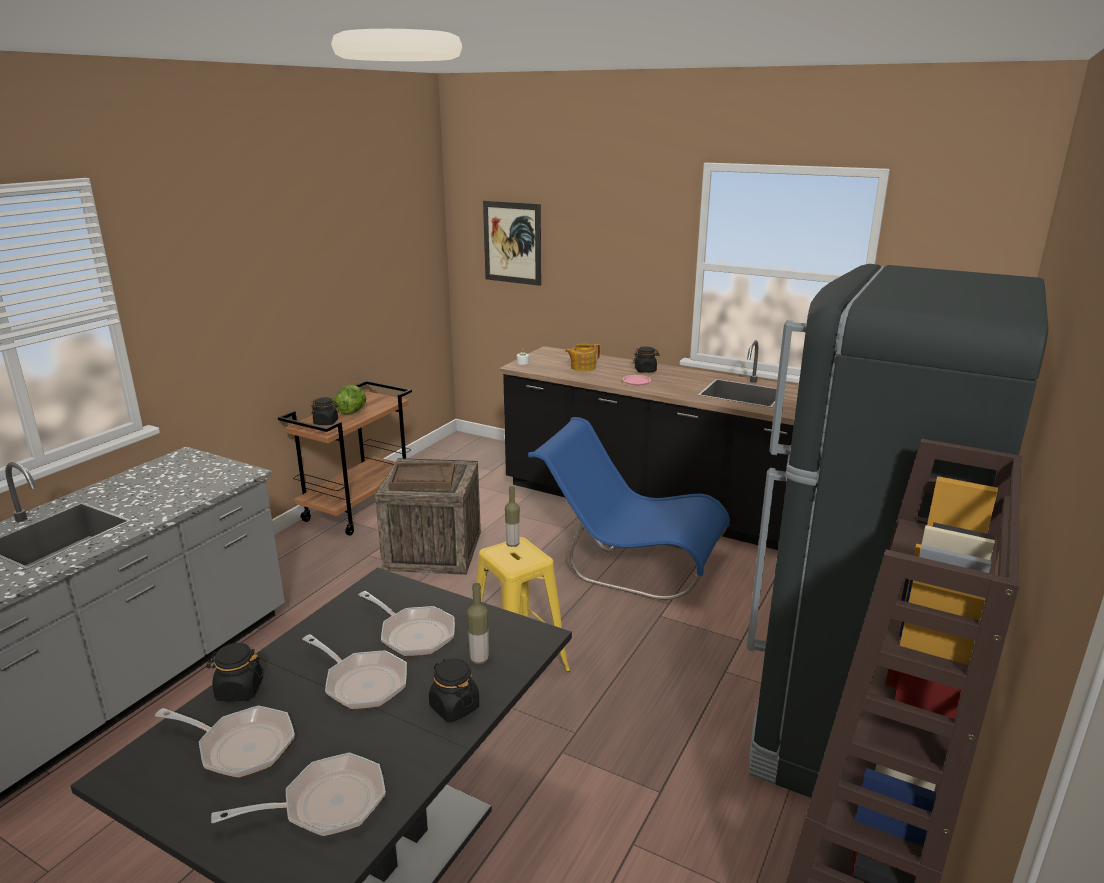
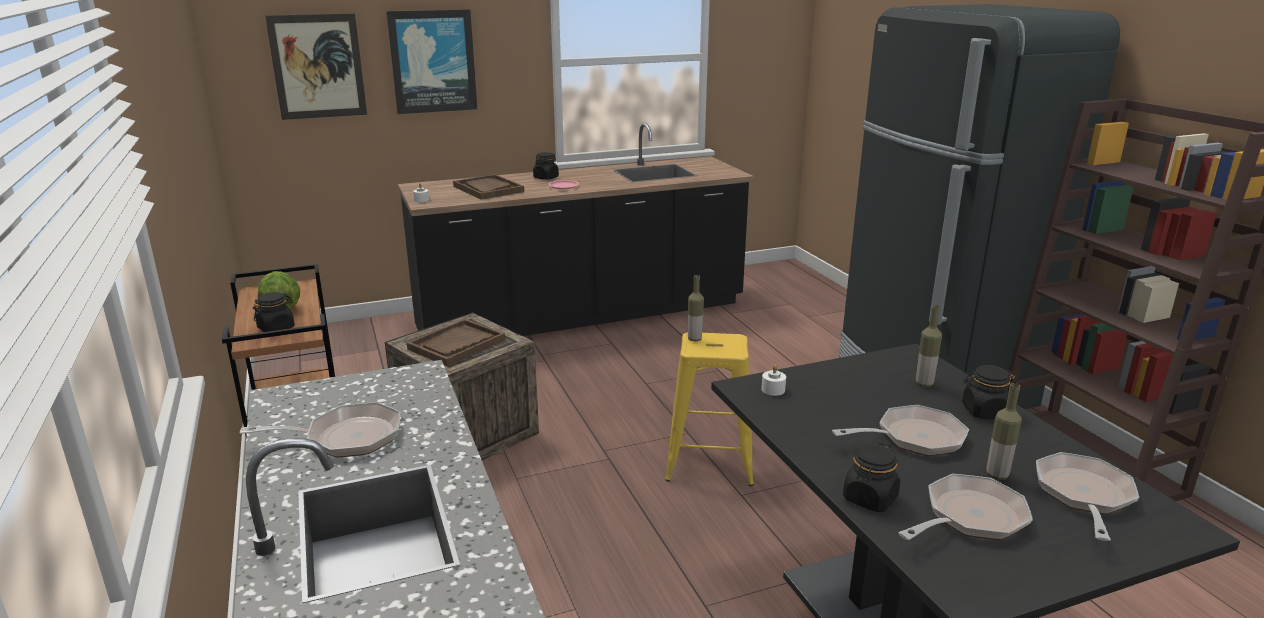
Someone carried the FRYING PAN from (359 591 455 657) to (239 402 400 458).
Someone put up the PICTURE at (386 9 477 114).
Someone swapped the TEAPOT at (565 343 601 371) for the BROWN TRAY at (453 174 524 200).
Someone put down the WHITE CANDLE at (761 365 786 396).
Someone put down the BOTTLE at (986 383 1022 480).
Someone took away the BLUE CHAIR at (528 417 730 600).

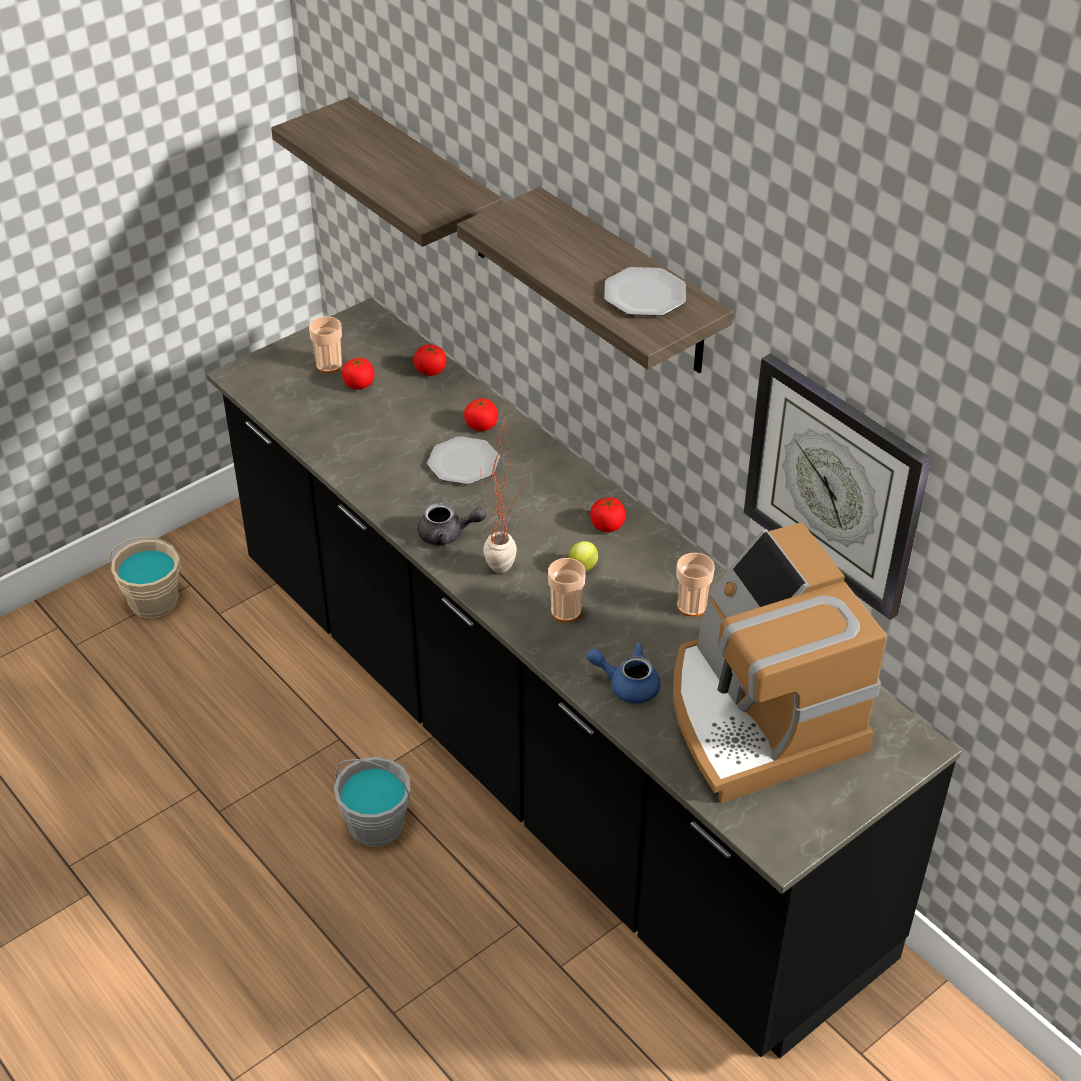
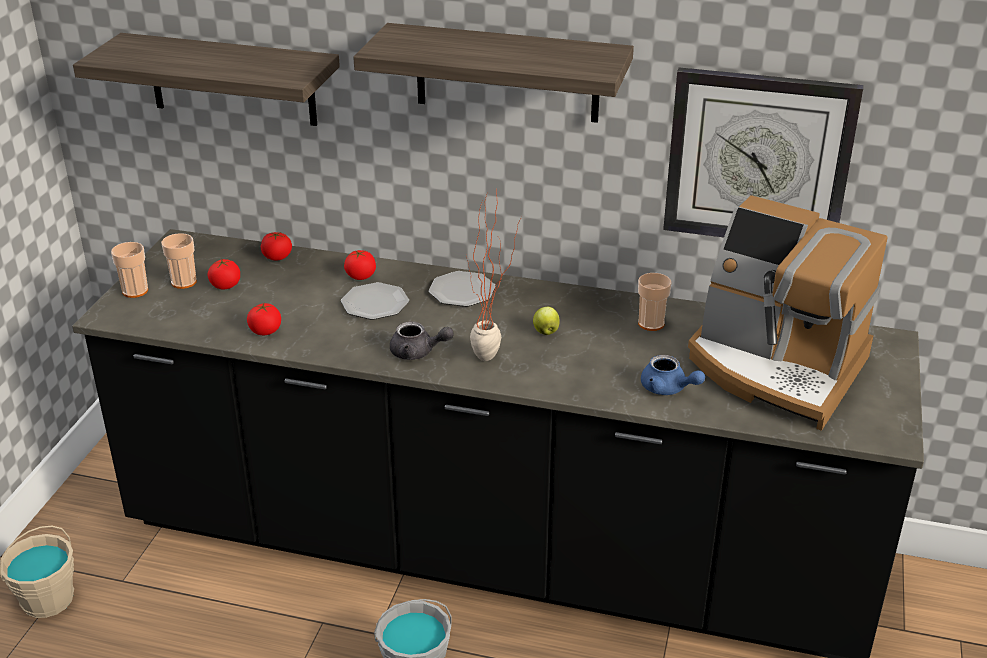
Someone carried the CUP from (548 558 586 622) to (111 242 148 298).
Someone carried the TOMATO from (590 497 626 532) to (247 303 281 335).
Someone rotated the GREY TEAPOT at (417 503 486 546) by 45 degrees clockwise.
Someone carried the PLATE from (604 267 686 316) to (429 271 495 307).
Someone rotated the BLUE TEAPOT at (587 642 661 704) by 120 degrees counterclockwise.

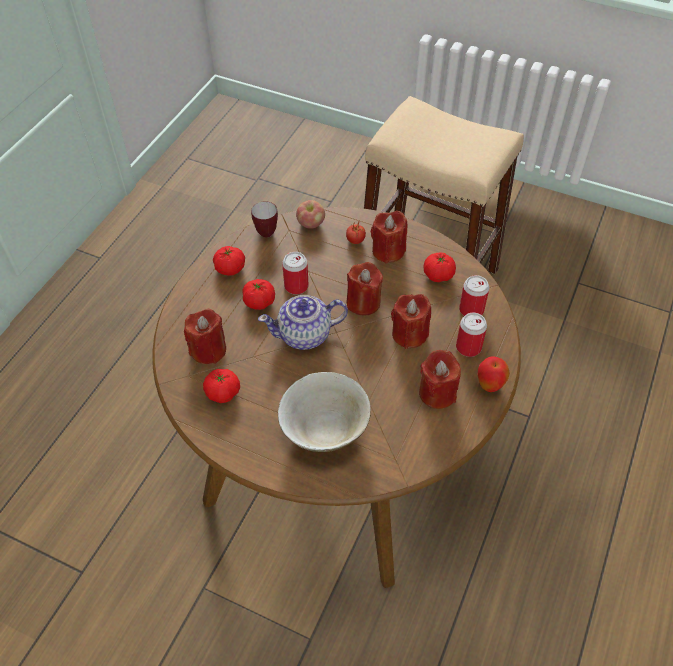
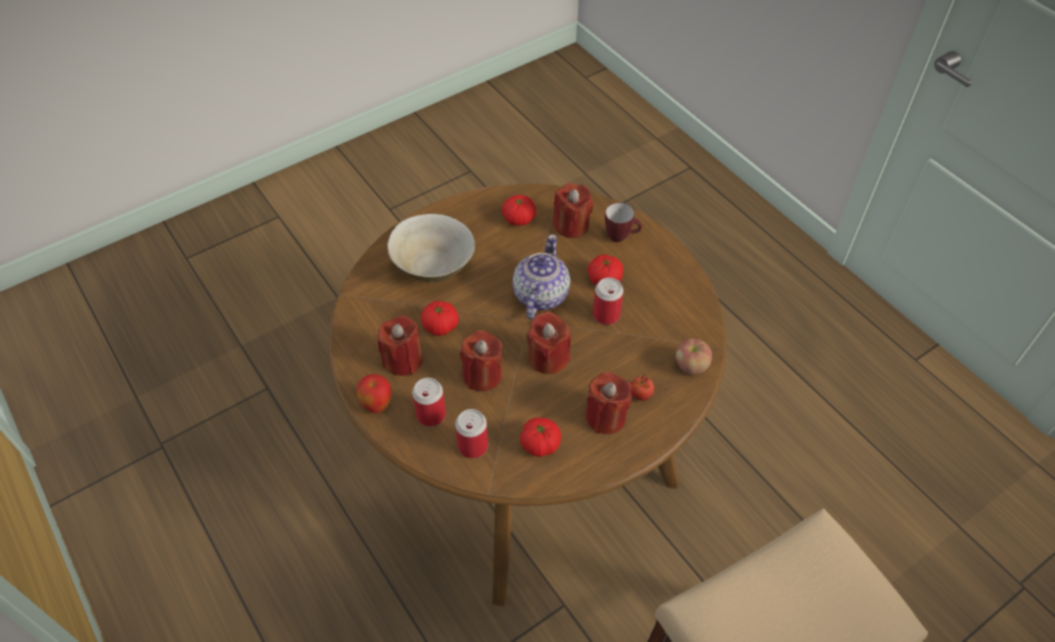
Someone carried the TOMATO from (213 246 245 276) to (421 301 458 336).
Someone carried the MUG from (251 201 278 238) to (605 203 642 242).

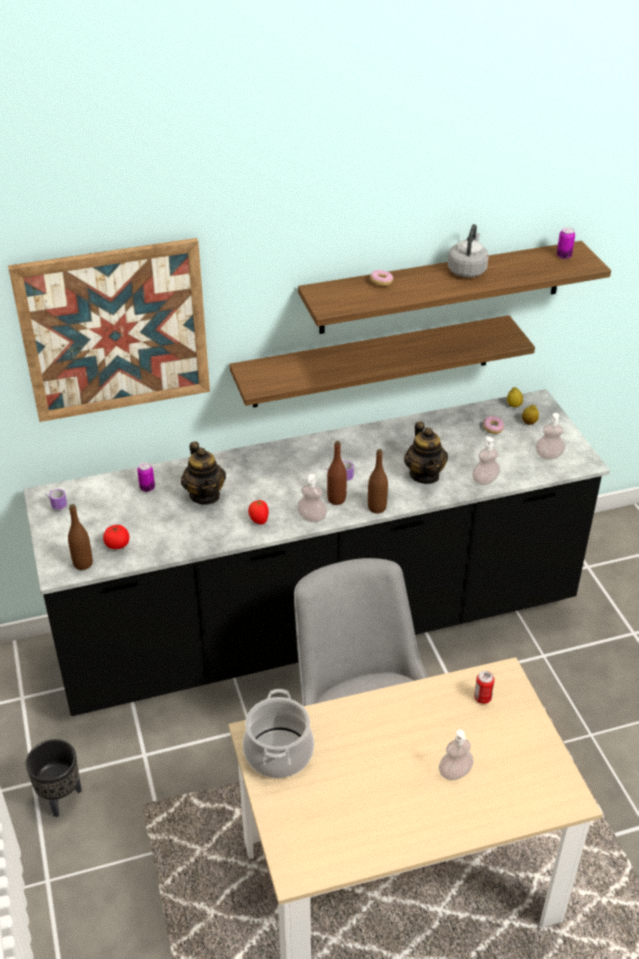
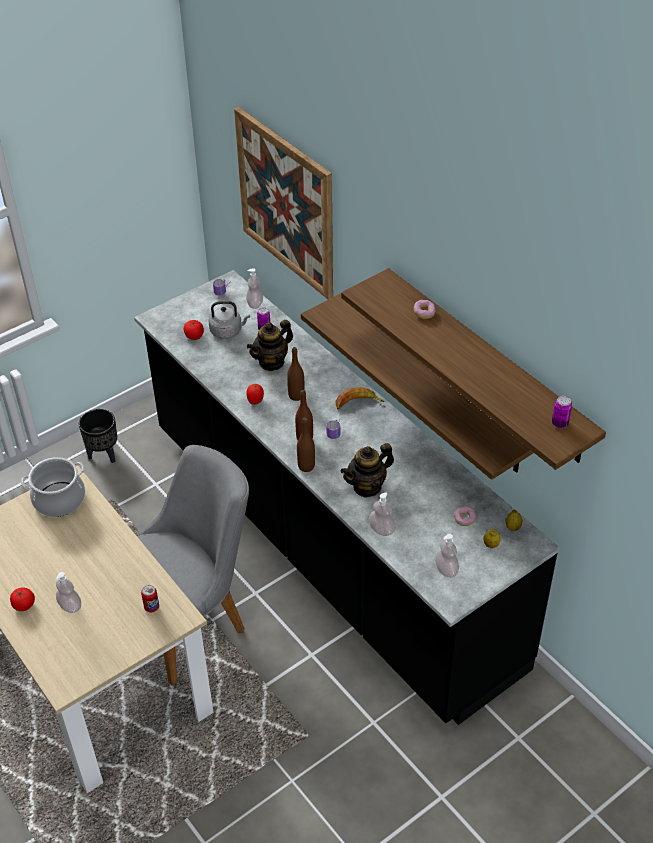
Someone put down the TOMATO at (10 587 35 611).
Someone carried the GREY KETTLE from (448 224 488 278) to (209 301 250 339).
Someone carried the SOAP DISPENSER from (297 474 327 522) to (246 268 263 309).
Someone carried the BROWN BOTTLE from (68 504 93 570) to (287 347 305 401).
Someone put down the BANANA at (335 387 385 409).

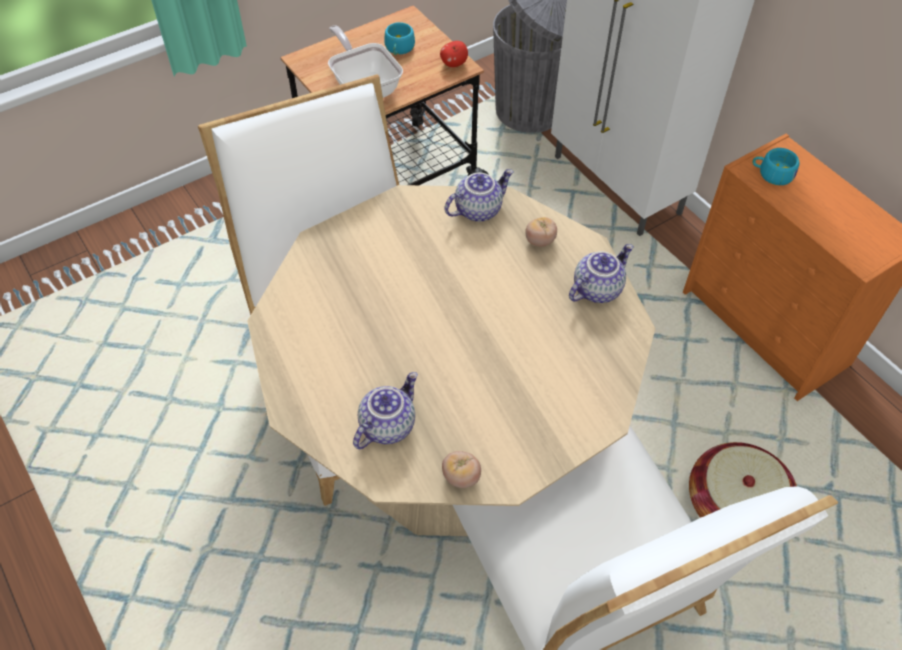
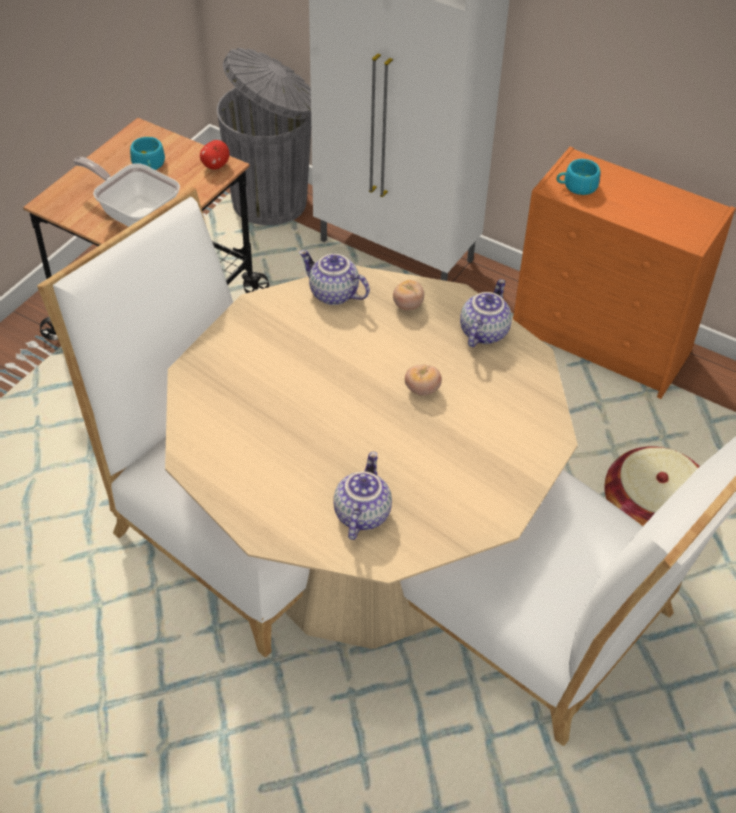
Someone rotated the TEAPOT at (445 169 514 222) by 90 degrees counterclockwise.
Someone carried the TOMATO from (442 451 481 488) to (405 365 442 396).

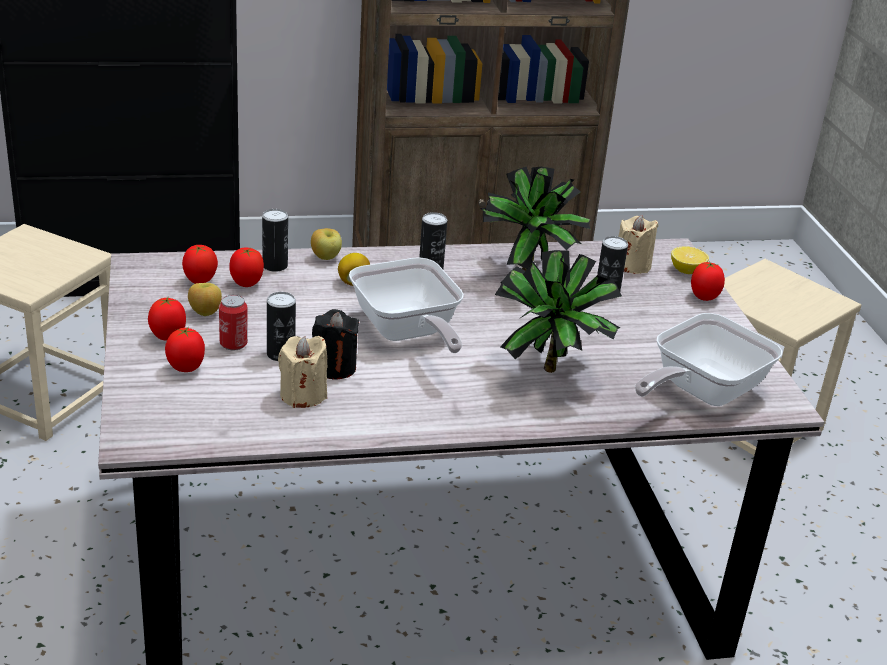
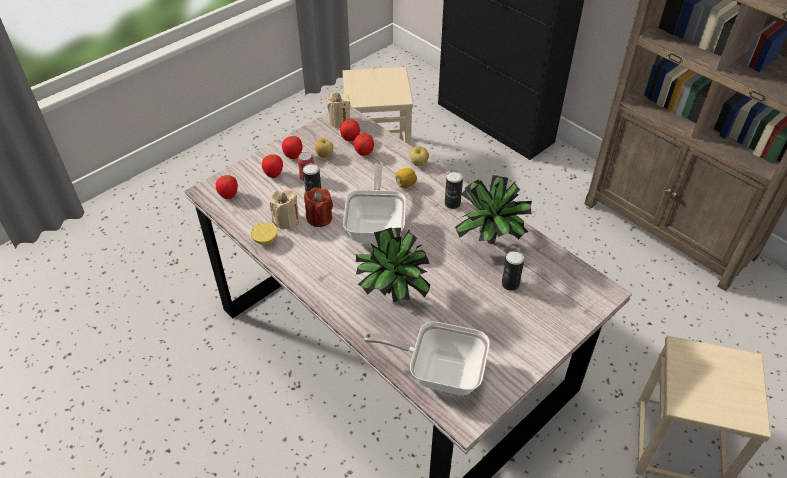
Someone carried the TOMATO from (691 261 725 301) to (216 175 238 199).
Someone carried the LEMON from (671 246 709 274) to (251 223 277 245).
Someone repainted the BLACK CANDLE at (312 309 359 380), which became the RED CANDLE at (304 187 333 227).
Someone carried the BEIGE CANDLE from (618 215 659 274) to (327 92 351 128).
Someone rotated the FRYING PAN at (349 257 464 353) by 150 degrees clockwise.
Someone took away the CAN at (262 209 288 272).

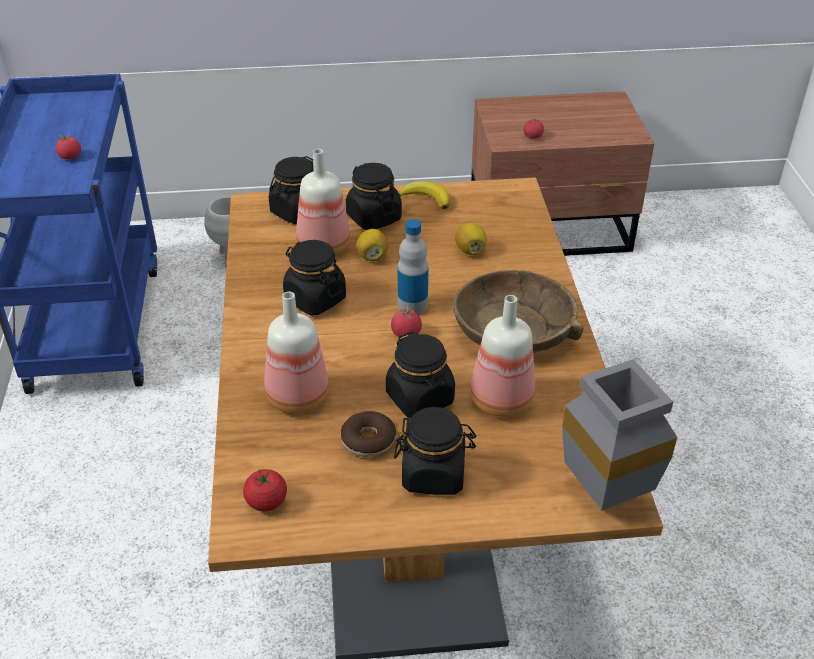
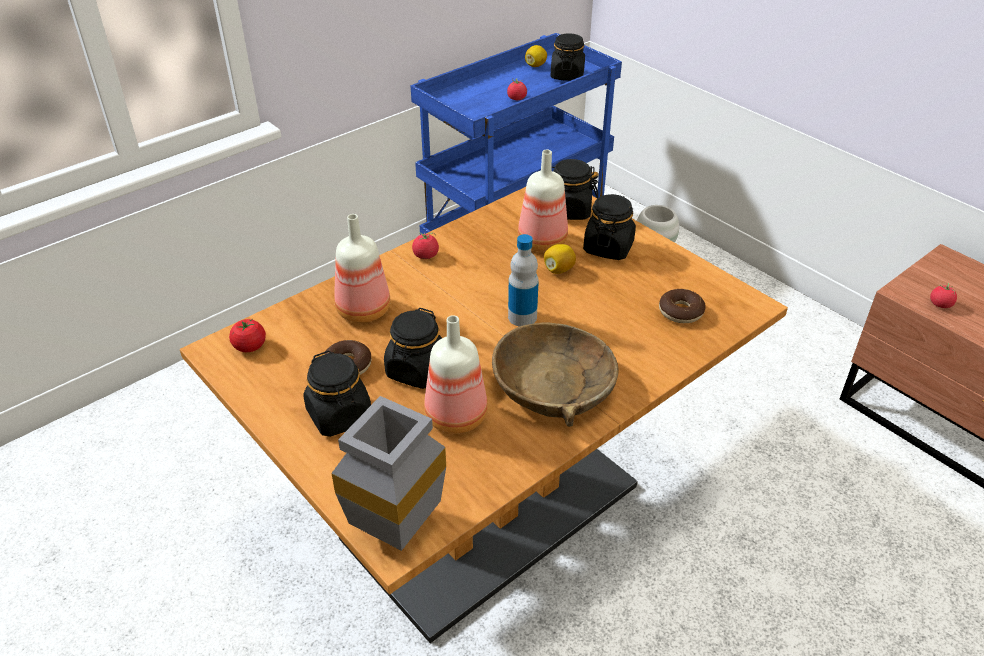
Someone carried the TOMATO from (391 304 422 337) to (412 232 439 259).
Someone carried the LEMON from (455 223 487 255) to (525 45 547 67).
Someone carried the BLACK JAR from (283 240 346 315) to (551 33 585 81).
Someone put down the DONUT at (659 289 706 323).
Someone took away the BANANA at (399 181 450 209).

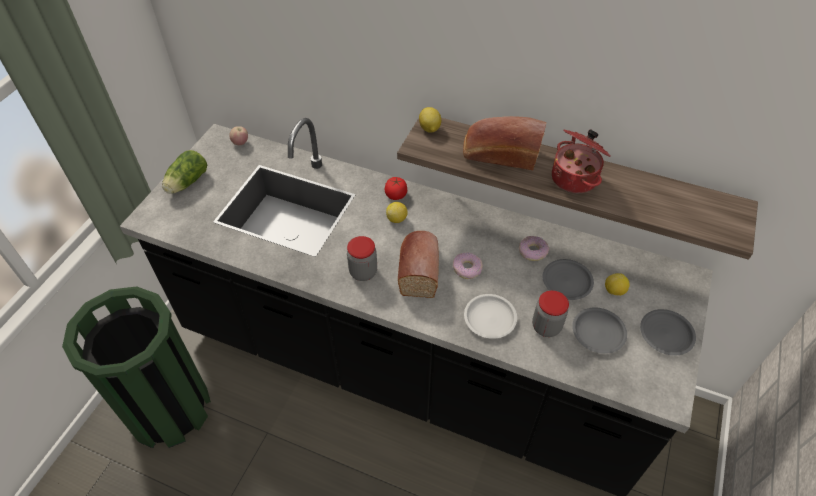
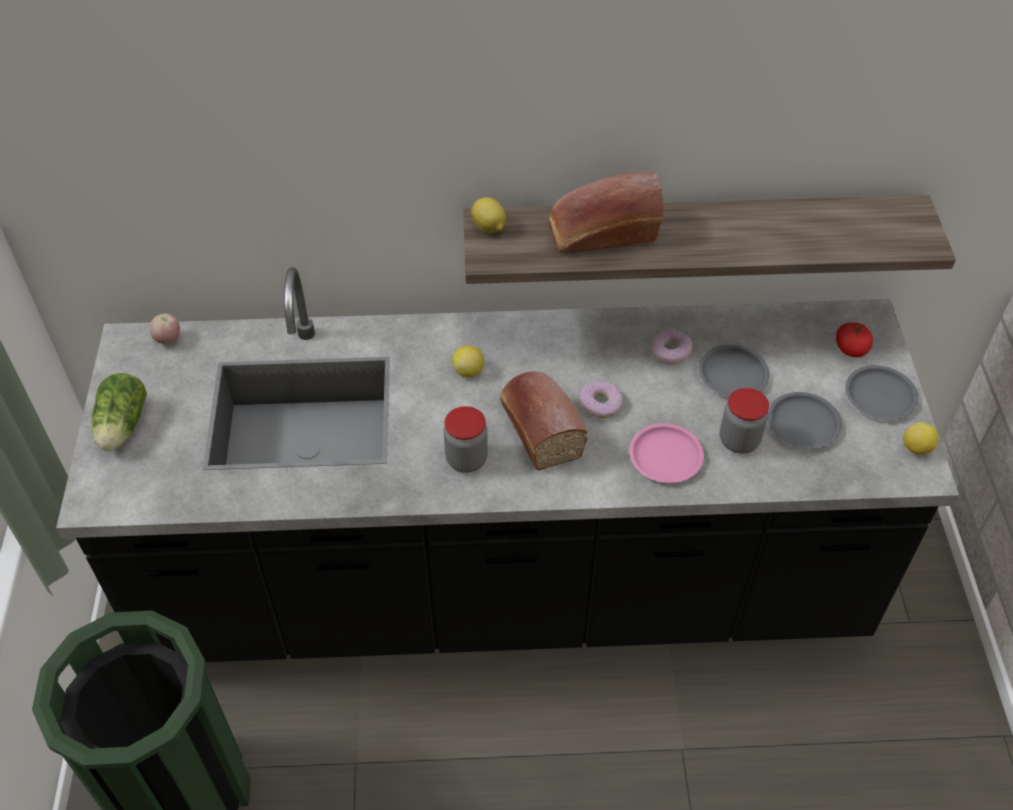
Someone repainted the WHITE PLATE at (464 294 517 339), which became the PINK PLATE at (629 423 704 483).
Someone carried the TOMATO from (385 177 407 200) to (836 323 873 357).
Someone carried the LEMON from (605 273 630 296) to (903 422 939 455).
Someone took away the COOKING POT at (552 129 611 193).

